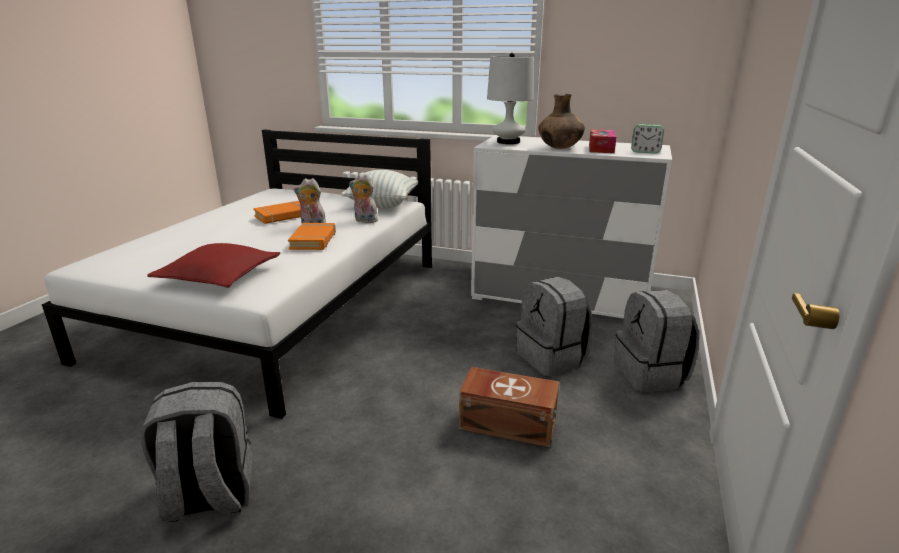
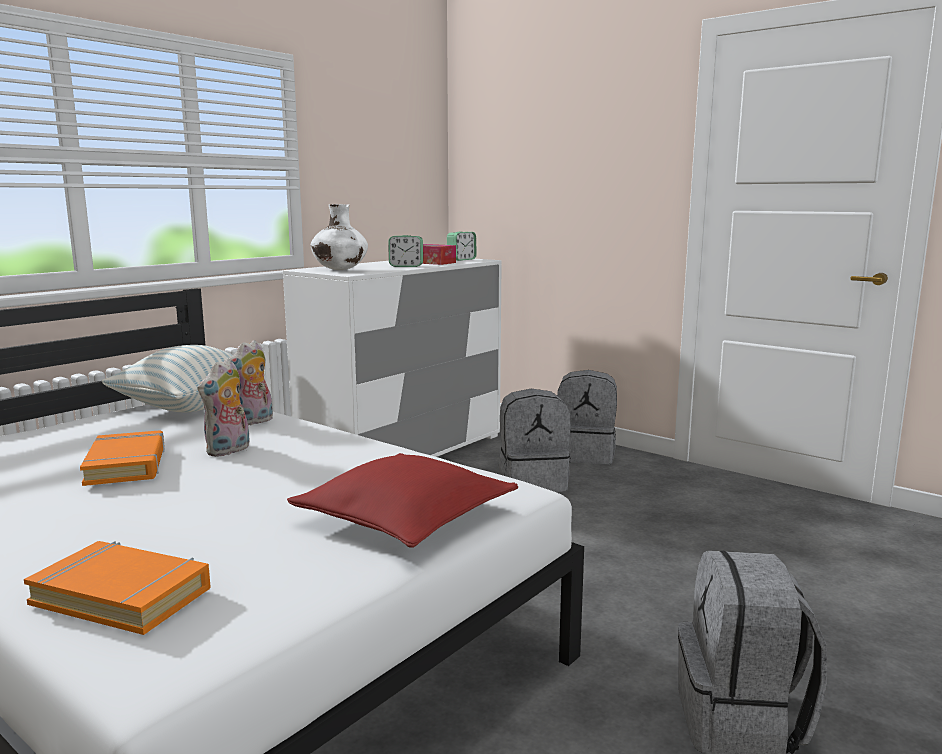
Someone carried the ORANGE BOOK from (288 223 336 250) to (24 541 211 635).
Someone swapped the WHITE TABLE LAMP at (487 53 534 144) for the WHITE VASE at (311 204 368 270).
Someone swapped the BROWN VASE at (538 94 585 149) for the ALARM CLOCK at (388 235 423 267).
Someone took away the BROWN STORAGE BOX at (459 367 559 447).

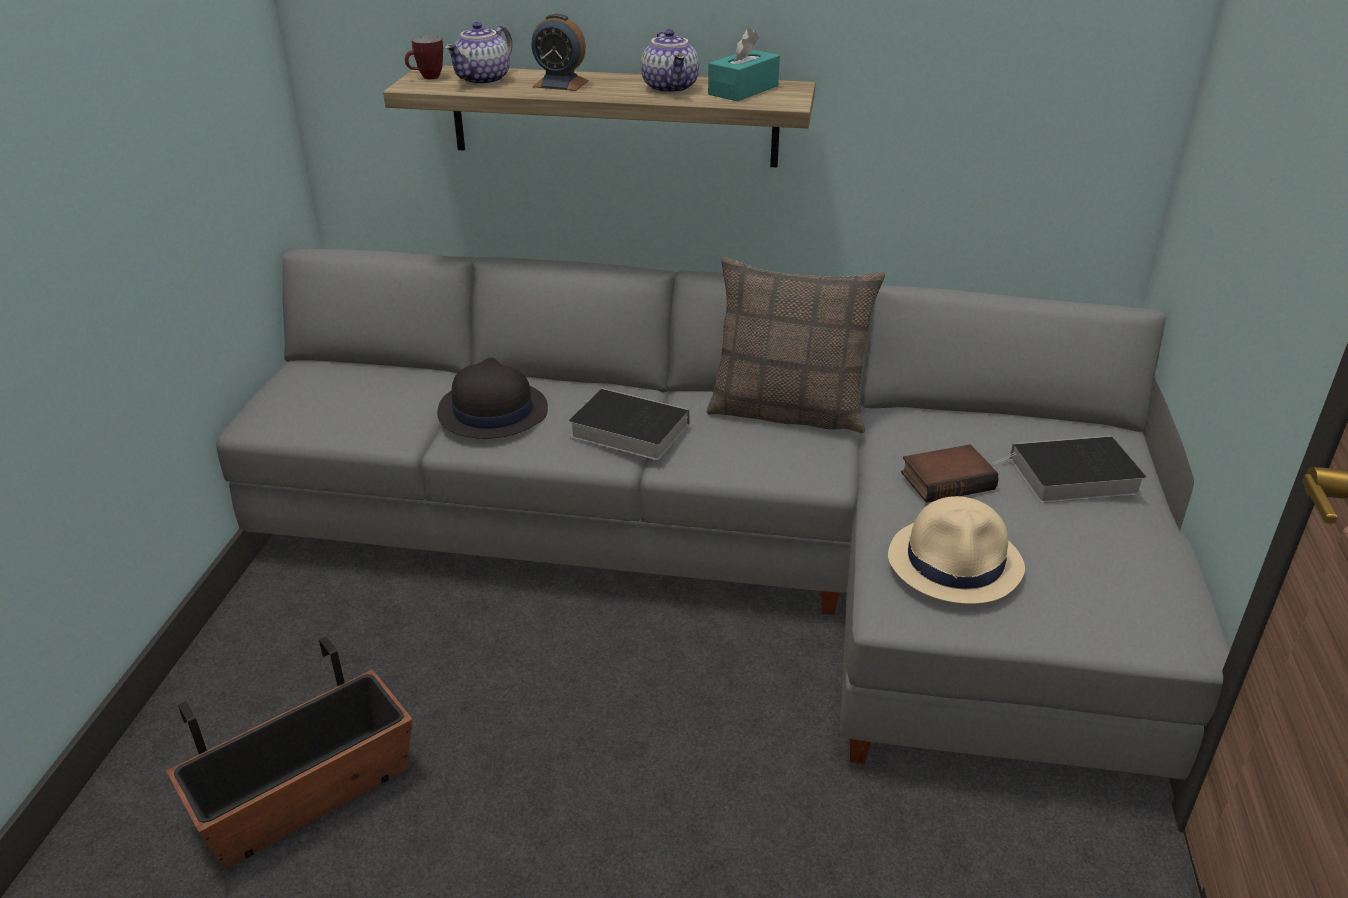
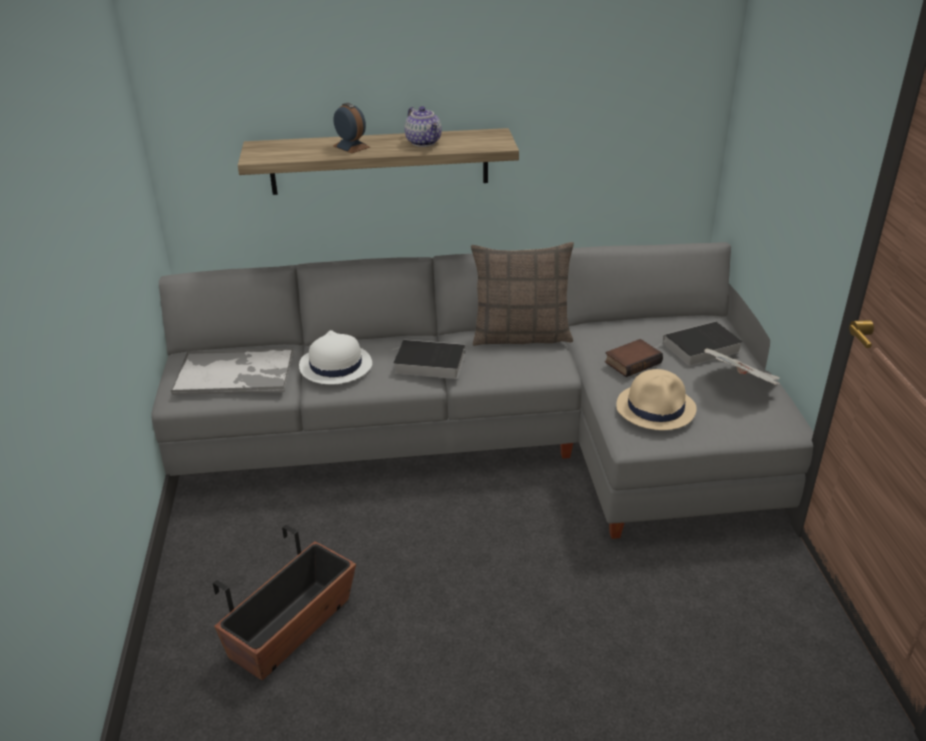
Someone put down the TRAY at (171 348 294 395).
Someone repainted the BLACK HAT at (437 357 548 439), which became the WHITE HAT at (299 330 372 384).
Someone rotated the ALARM CLOCK at (531 14 589 91) by 135 degrees counterclockwise.
Someone put down the NEWSPAPER at (704 349 780 385).
Someone took away the MUG at (405 36 443 79).
Someone took away the TEAPOT at (445 22 513 85).
Someone took away the TURQUOISE TISSUE BOX at (708 28 780 101).

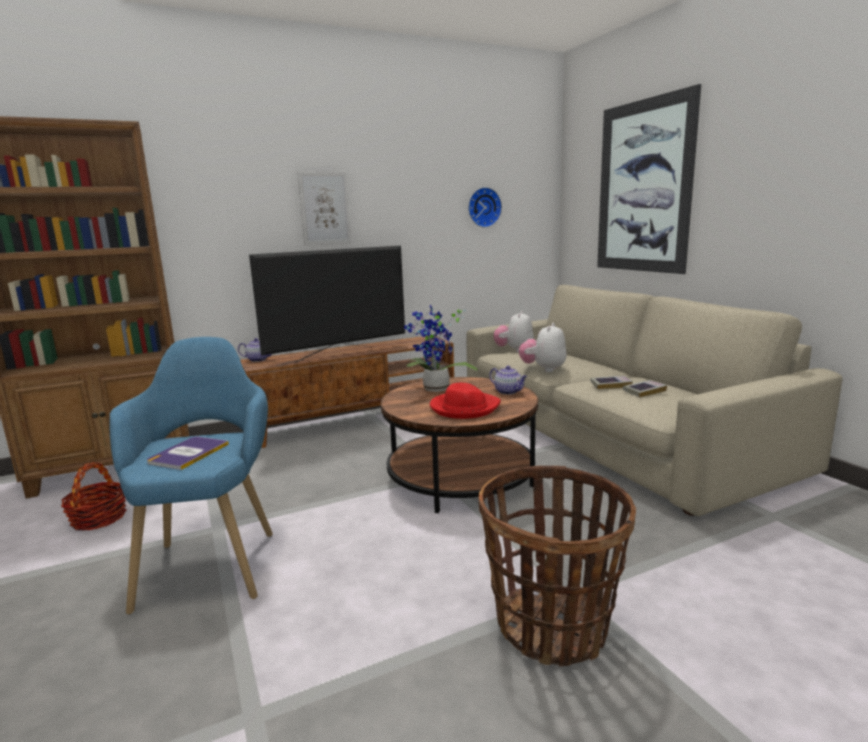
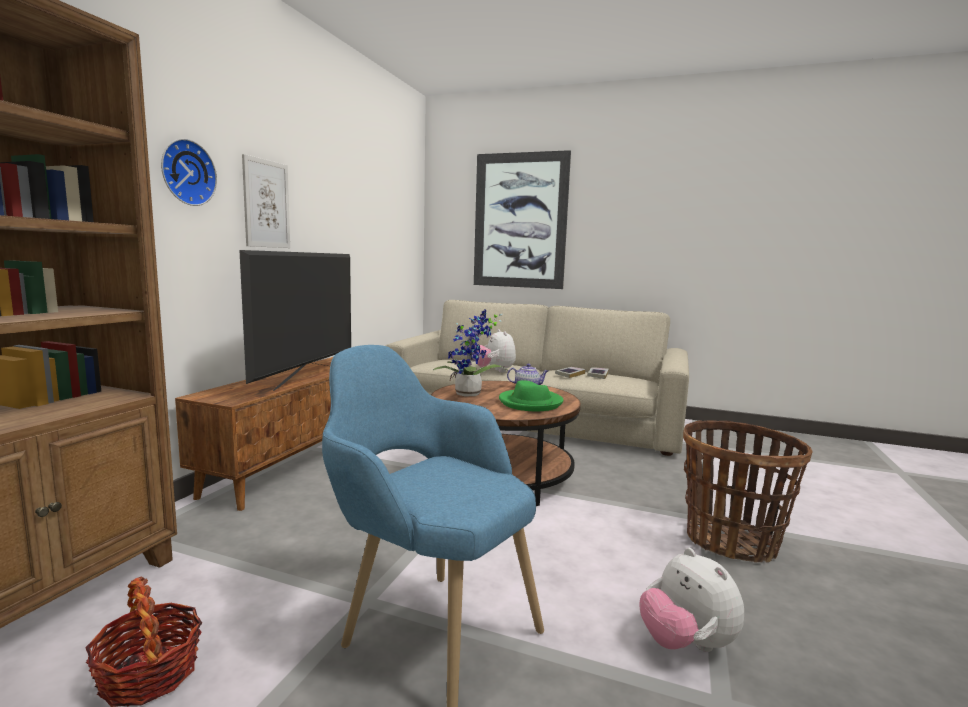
Someone carried the WALL CLOCK from (468 187 502 228) to (161 139 217 206).
Someone repainted the RED HAT at (430 383 501 419), which became the GREEN HAT at (499 380 563 411).
Someone carried the PLUSH TOY from (494 311 534 352) to (639 548 744 652).
Someone took away the BOOK at (147 437 229 470).
Someone took away the TEAPOT at (238 338 272 362).

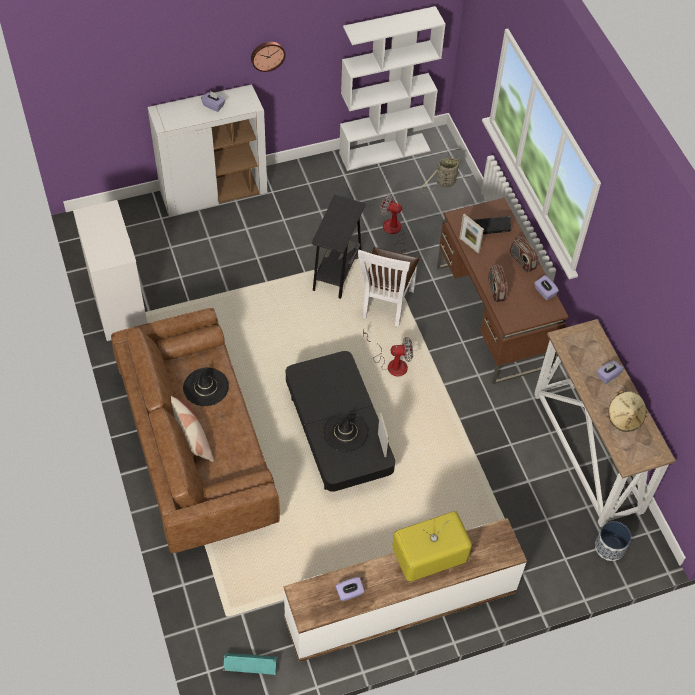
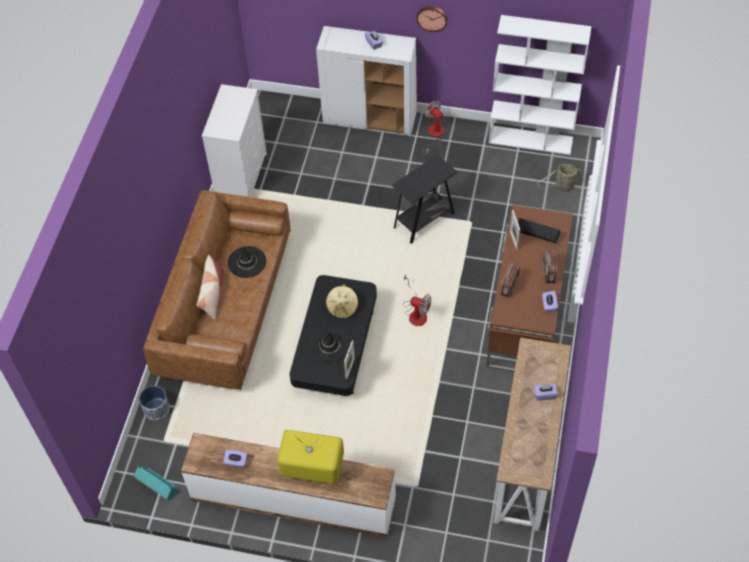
Someone carried the PLANTER from (595 521 631 561) to (139 386 170 420).
Someone carried the BEIGE HAT from (609 390 646 432) to (326 284 358 319).
Someone carried the FAN from (380 194 407 253) to (423 101 444 156).
Someone took away the WHITE CHAIR at (358 247 419 327).

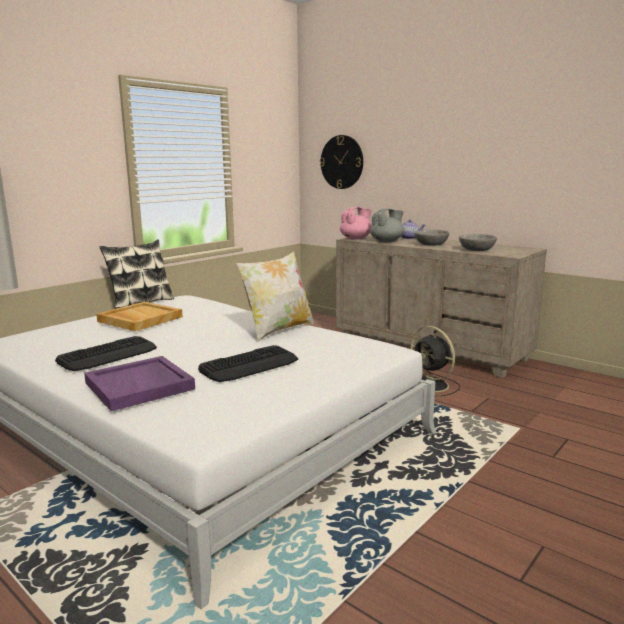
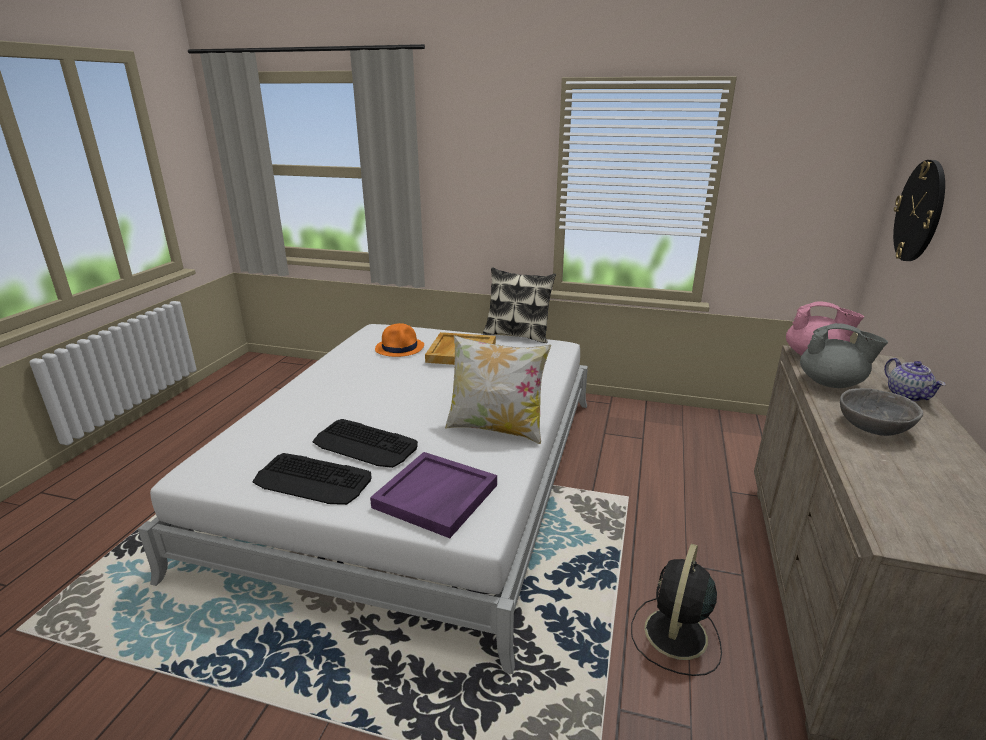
Someone carried the KEYBOARD from (55 336 157 371) to (252 453 372 505).
Someone carried the PURPLE TRAY from (84 356 195 411) to (370 452 497 538).
Someone put down the ORANGE HAT at (375 323 424 357).
Someone took away the GREY BOWL at (459 234 497 251).

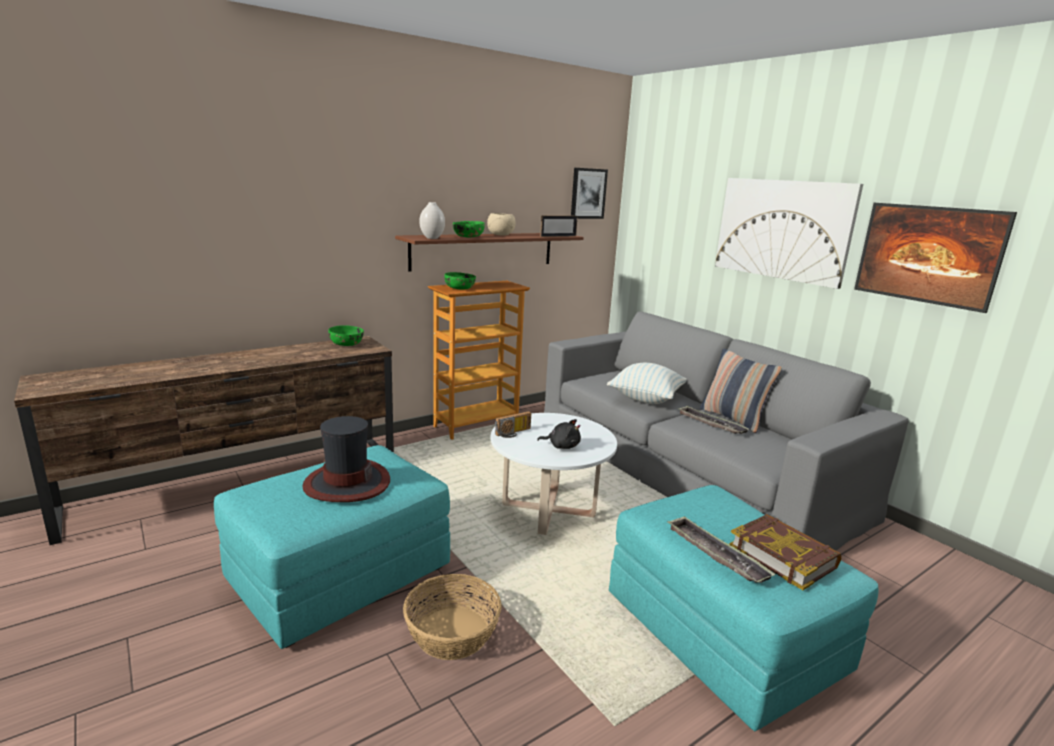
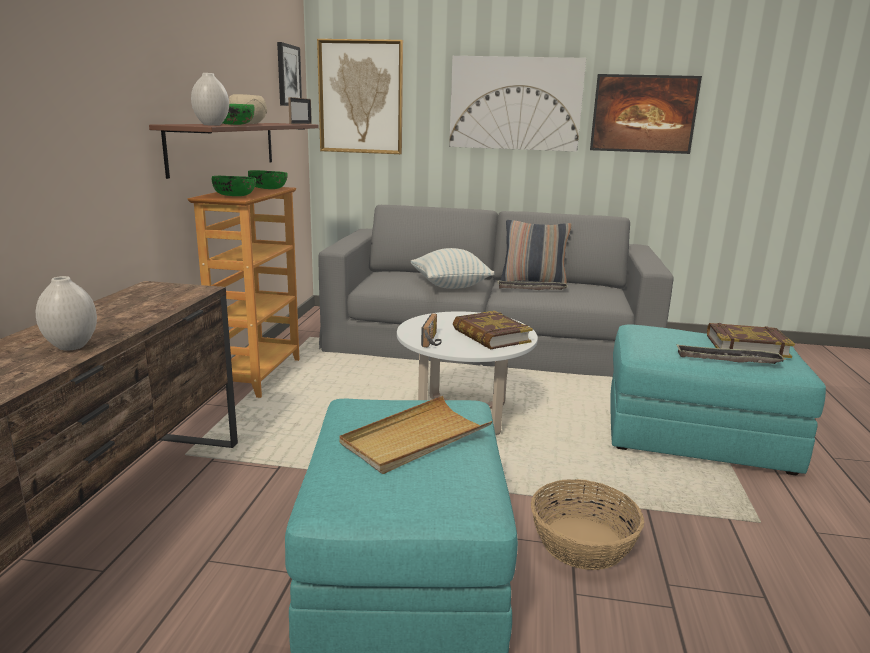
Someone put down the WHITE VASE at (36 276 97 351).
Someone carried the GREEN BOWL from (328 325 364 346) to (248 170 288 189).
Someone put up the PICTURE at (317 39 403 154).
Someone swapped the HAT at (303 416 390 502) for the BEIGE TRAY at (340 396 493 474).
Someone swapped the BLACK PLUSH TOY at (537 419 581 449) for the BOOK at (453 311 533 349).

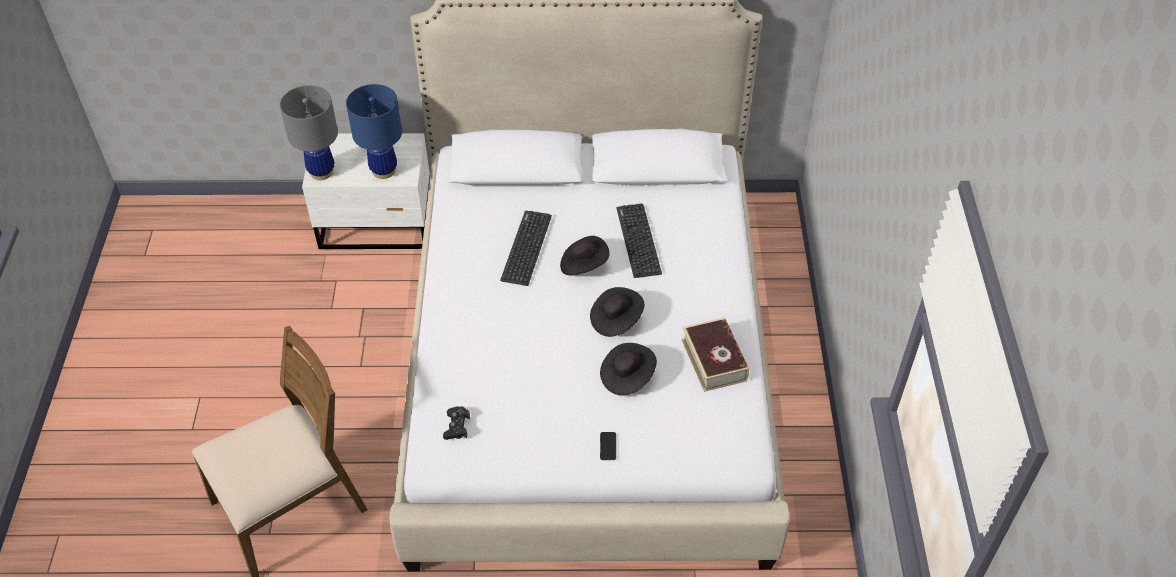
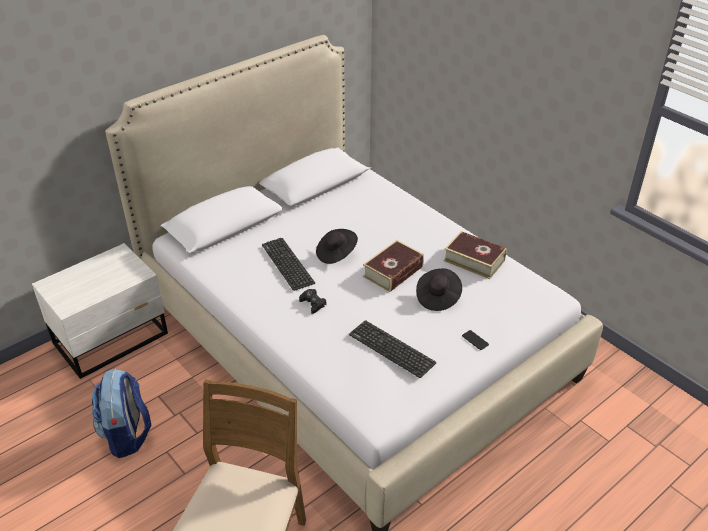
Someone put down the BACKPACK at (92 368 151 458).
Someone carried the BLACK GAME CONTROLLER from (443 407 470 440) to (299 289 327 314).
Someone carried the KEYBOARD from (616 204 662 278) to (349 320 436 378).
Someone swapped the BLACK HAT at (590 287 644 337) for the BOOK at (363 240 424 292).
Someone took away the GREY TABLE LAMP at (280 85 338 180).
Someone took away the BLUE TABLE LAMP at (346 84 402 179).

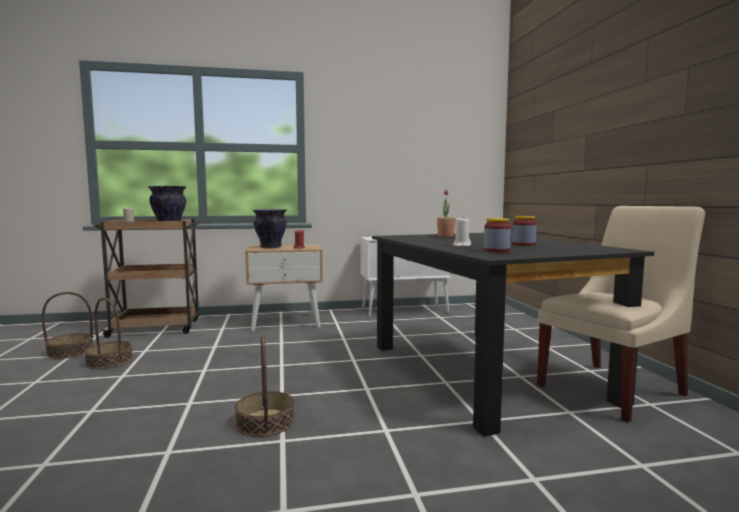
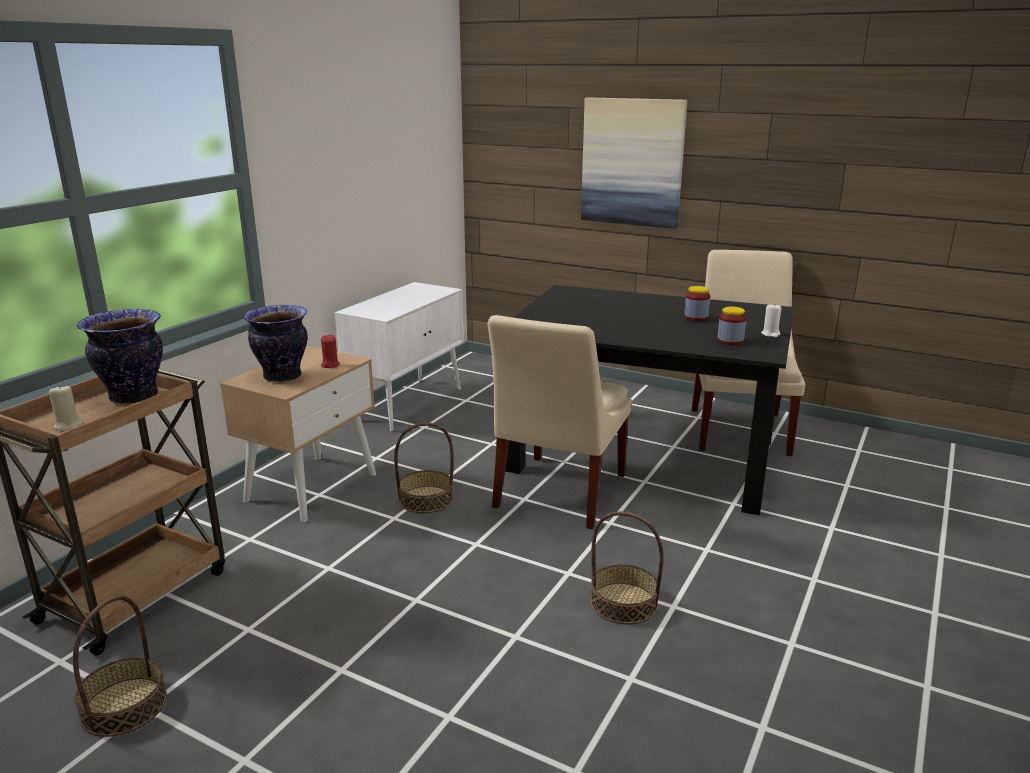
Someone carried the BASKET from (84 298 133 369) to (394 423 454 513).
Someone put down the BEIGE CHAIR at (487 315 632 529).
Someone put up the PICTURE at (581 97 687 229).
Someone carried the WHITE CANDLE from (453 216 471 246) to (761 303 782 337).
Someone took away the POTTED PLANT at (437 189 456 237).

